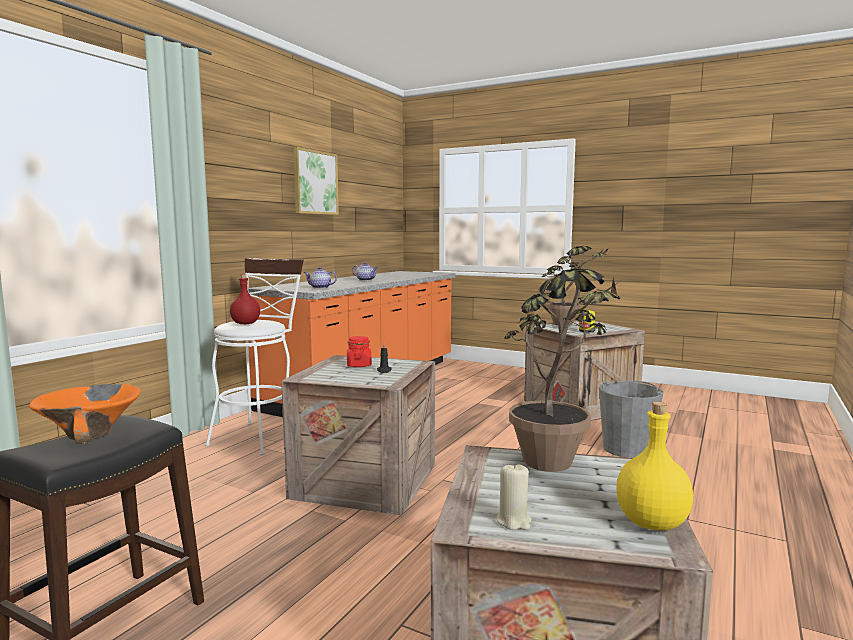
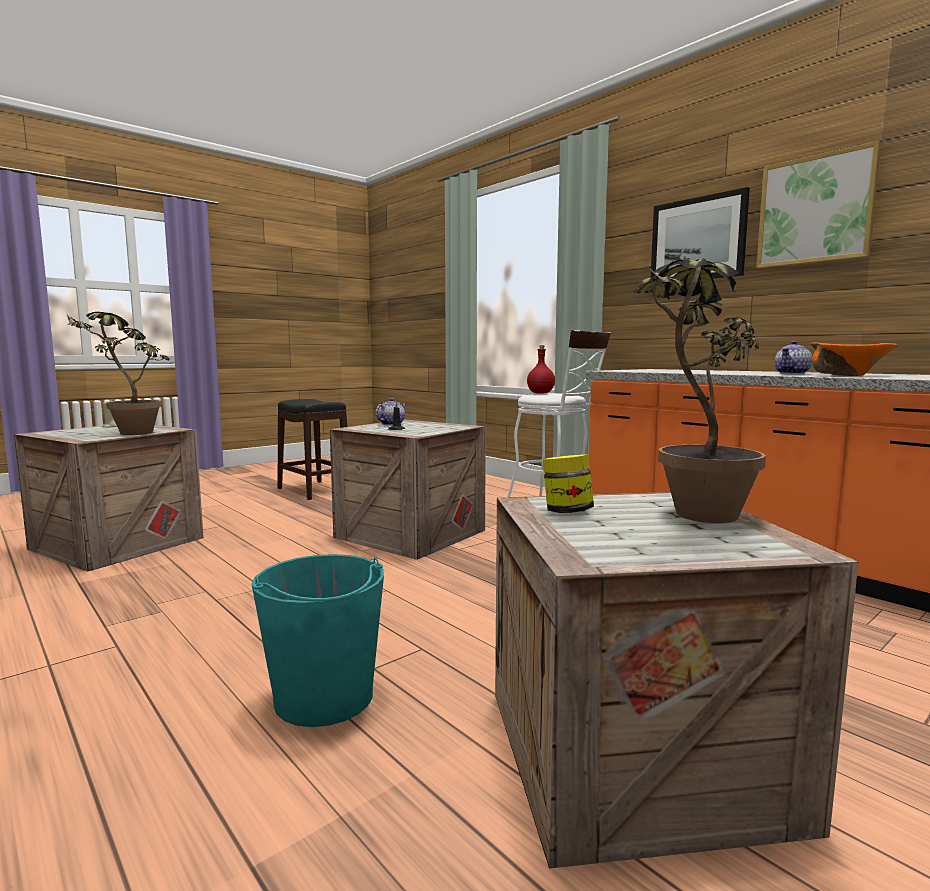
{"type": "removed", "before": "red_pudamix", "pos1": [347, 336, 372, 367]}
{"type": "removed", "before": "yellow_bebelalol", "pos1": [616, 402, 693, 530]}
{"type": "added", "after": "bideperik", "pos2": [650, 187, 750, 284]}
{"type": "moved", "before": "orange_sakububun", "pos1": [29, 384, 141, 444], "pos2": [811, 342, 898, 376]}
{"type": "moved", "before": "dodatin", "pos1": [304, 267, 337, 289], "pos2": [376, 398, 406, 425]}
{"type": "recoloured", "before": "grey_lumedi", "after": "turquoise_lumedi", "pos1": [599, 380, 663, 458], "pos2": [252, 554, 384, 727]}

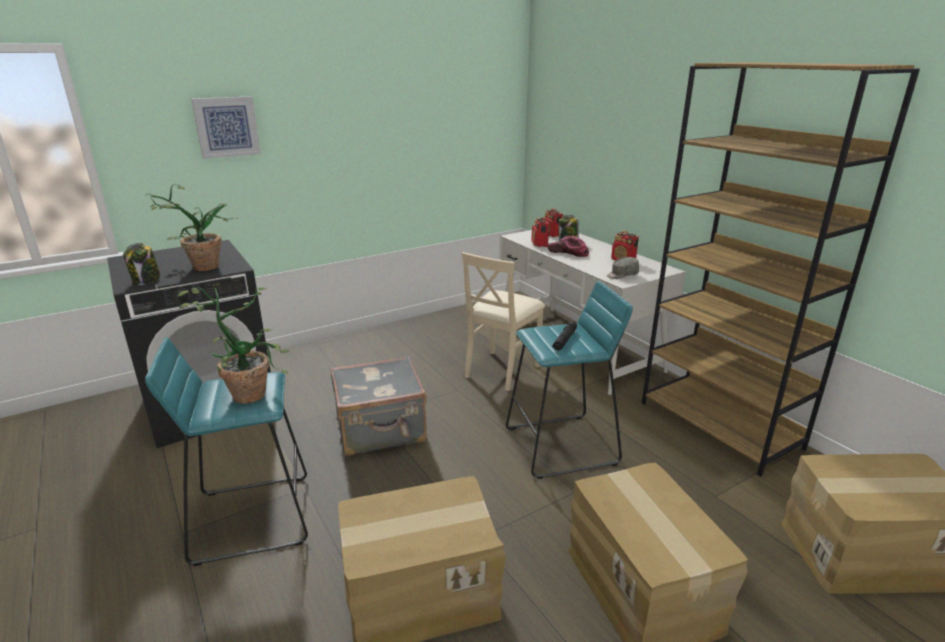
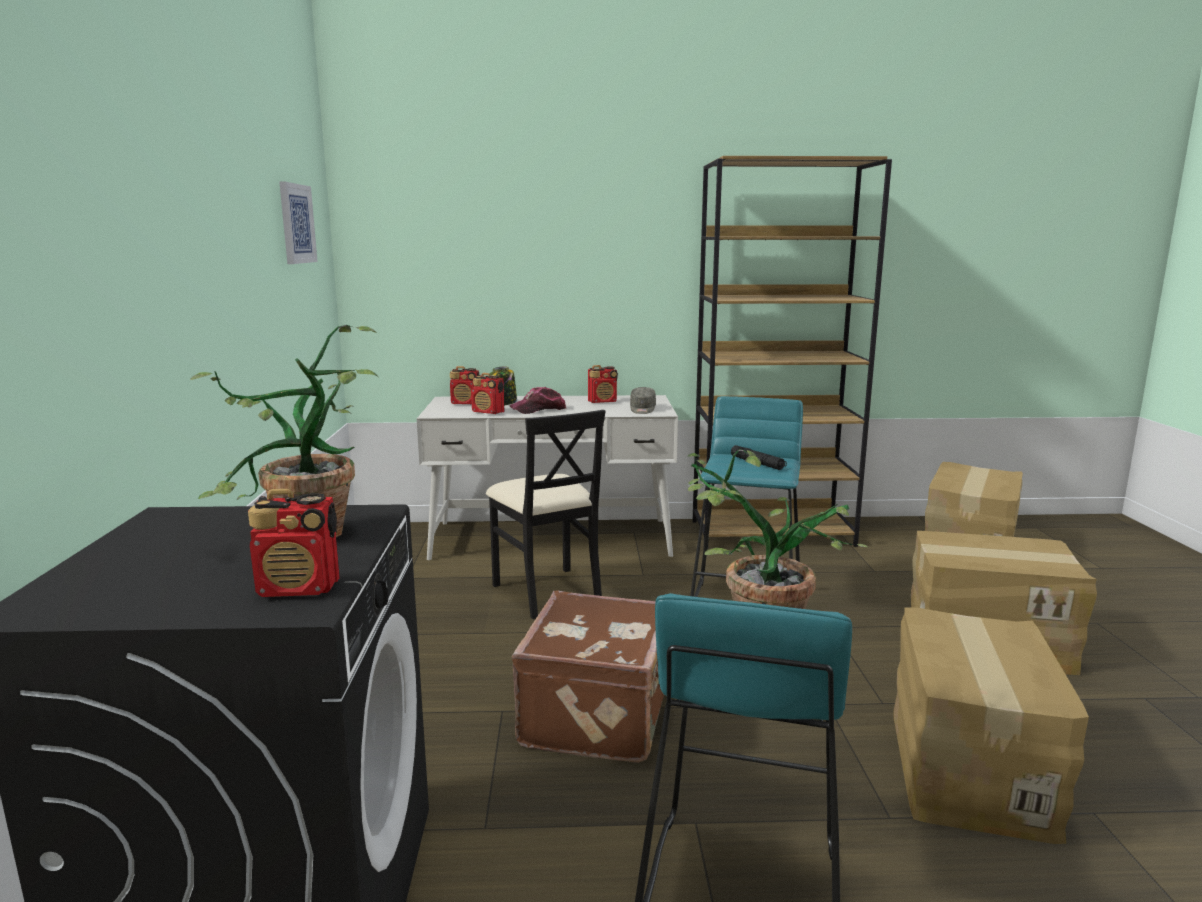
{"type": "moved", "before": "bideperik", "pos1": [191, 96, 261, 159], "pos2": [279, 182, 318, 264]}
{"type": "replaced", "before": "pudamix", "after": "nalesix", "pos1": [123, 243, 161, 285], "pos2": [248, 489, 340, 597]}
{"type": "recoloured", "before": "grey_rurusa", "after": "brown_rurusa", "pos1": [330, 356, 427, 456], "pos2": [512, 591, 664, 763]}
{"type": "recoloured", "before": "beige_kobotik", "after": "black_kobotik", "pos1": [462, 252, 545, 391], "pos2": [486, 410, 606, 619]}

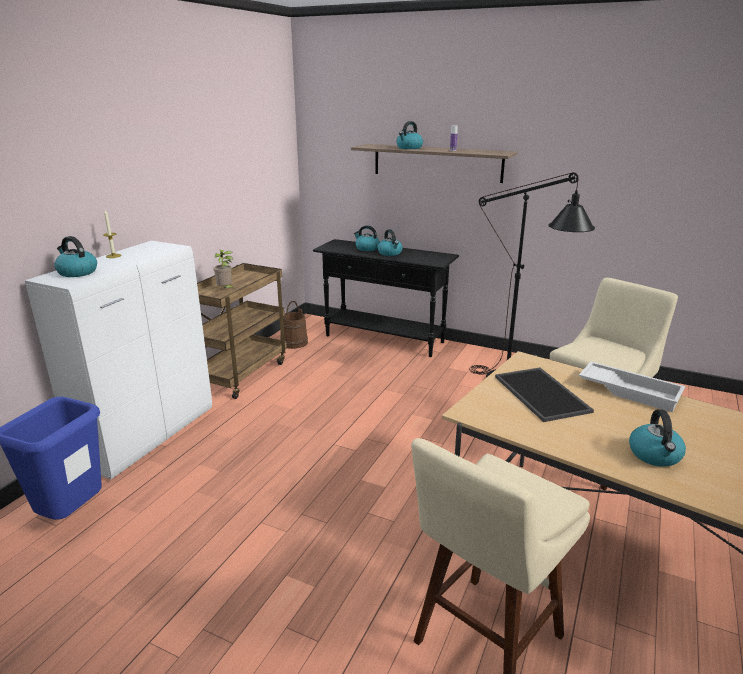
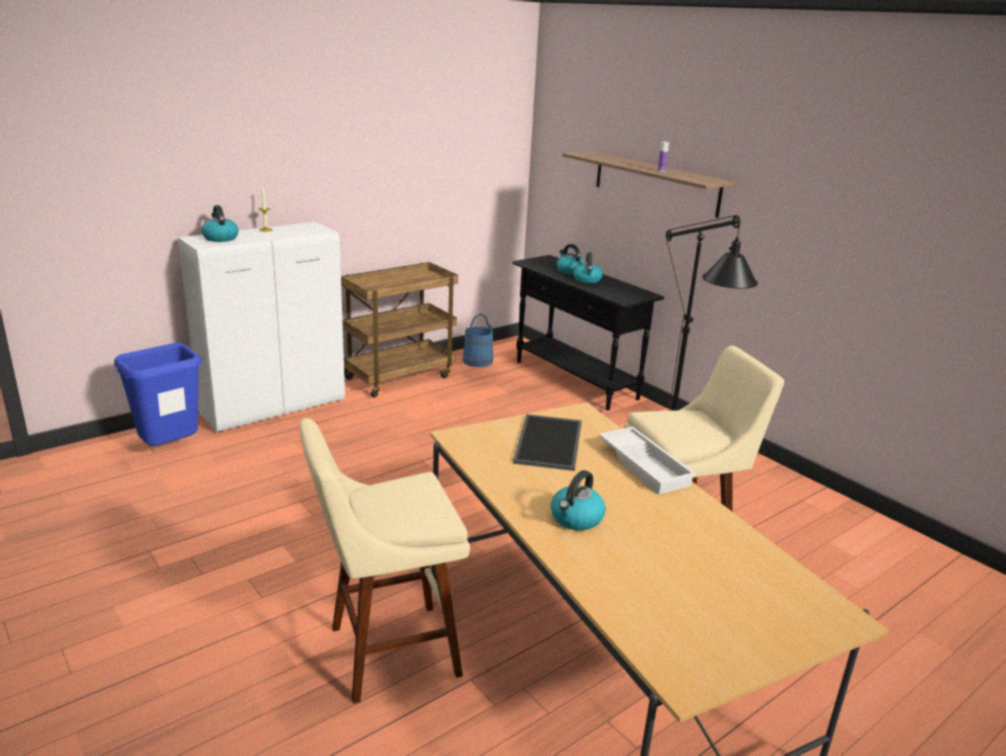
{"type": "removed", "before": "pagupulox", "pos1": [213, 250, 235, 289]}
{"type": "removed", "before": "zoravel", "pos1": [396, 121, 423, 149]}
{"type": "recoloured", "before": "brown_lumedi", "after": "blue_lumedi", "pos1": [280, 301, 308, 349], "pos2": [463, 314, 494, 367]}

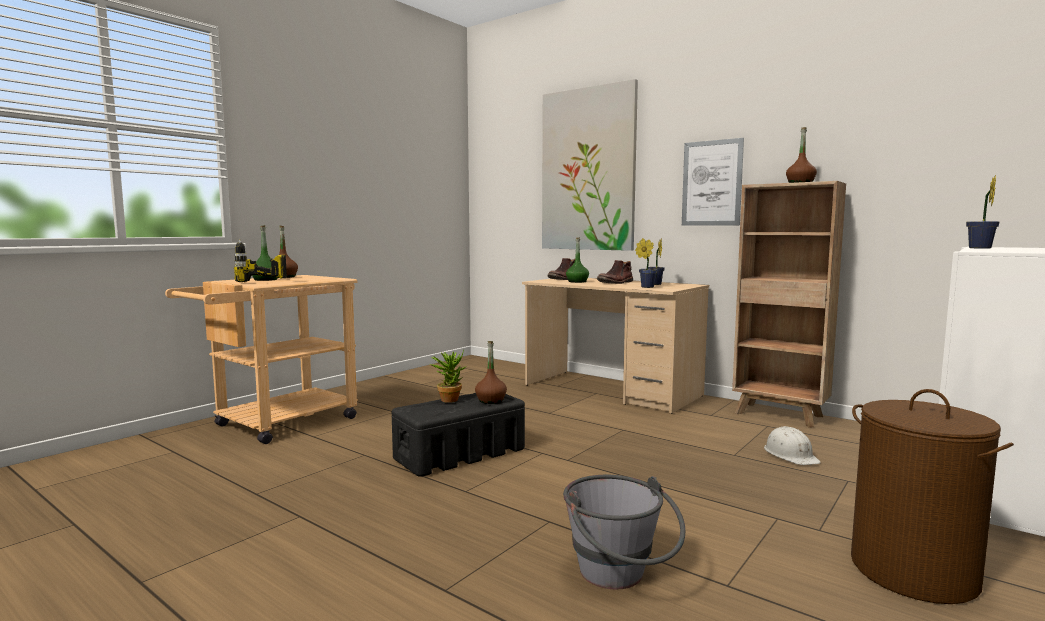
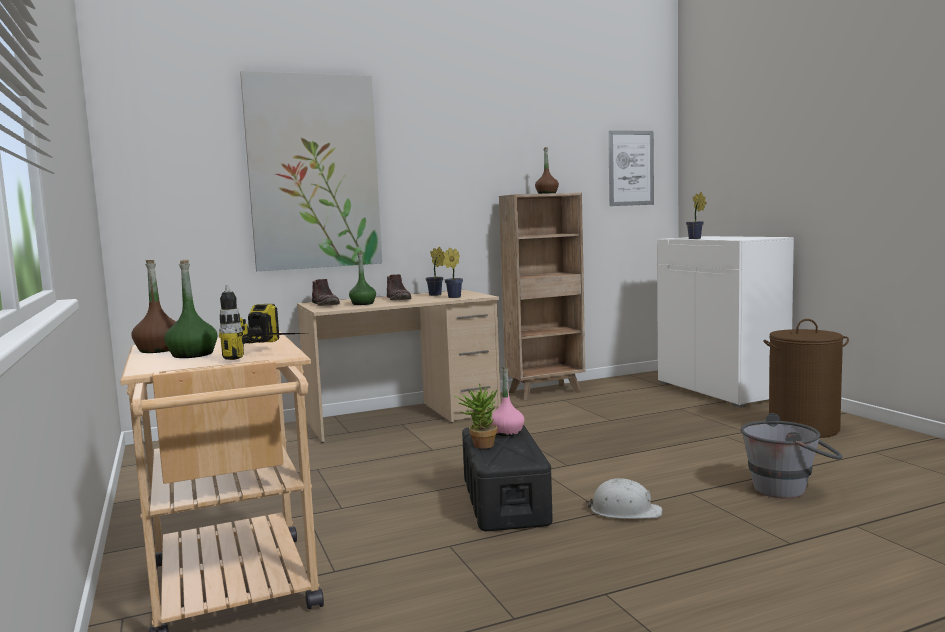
{"type": "moved", "before": "bideperik", "pos1": [682, 138, 744, 226], "pos2": [608, 130, 654, 206]}
{"type": "moved", "before": "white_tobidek", "pos1": [764, 426, 821, 465], "pos2": [585, 478, 662, 519]}
{"type": "recoloured", "before": "brown_bebelalol", "after": "pink_bebelalol", "pos1": [475, 341, 507, 404], "pos2": [491, 366, 524, 436]}

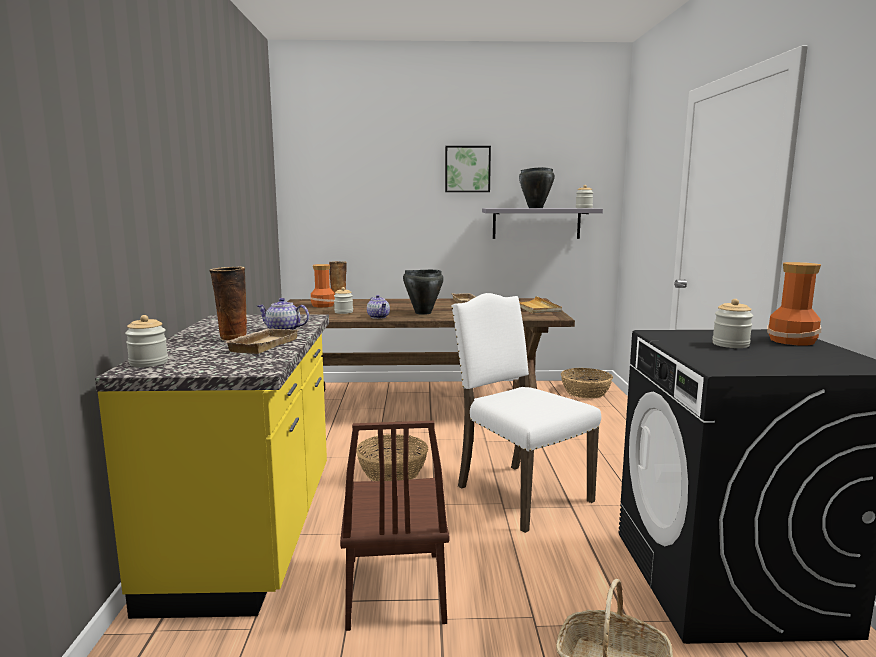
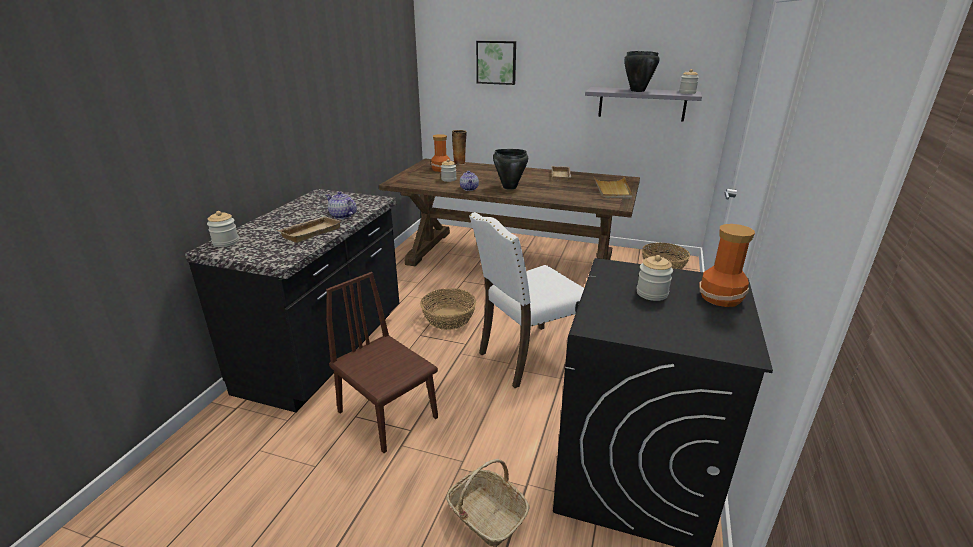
{"type": "removed", "before": "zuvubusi", "pos1": [209, 267, 247, 341]}
{"type": "moved", "before": "bideperik", "pos1": [445, 146, 491, 192], "pos2": [476, 41, 516, 85]}
{"type": "recoloured", "before": "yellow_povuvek", "after": "black_povuvek", "pos1": [95, 314, 329, 619], "pos2": [185, 189, 399, 412]}
{"type": "turned", "before": "brown_kobotik", "pos1": [340, 421, 449, 631], "pos2": [326, 272, 438, 453], "turn": 120}
{"type": "turned", "before": "white_kobotik", "pos1": [451, 293, 601, 533], "pos2": [469, 212, 584, 388], "turn": -105}

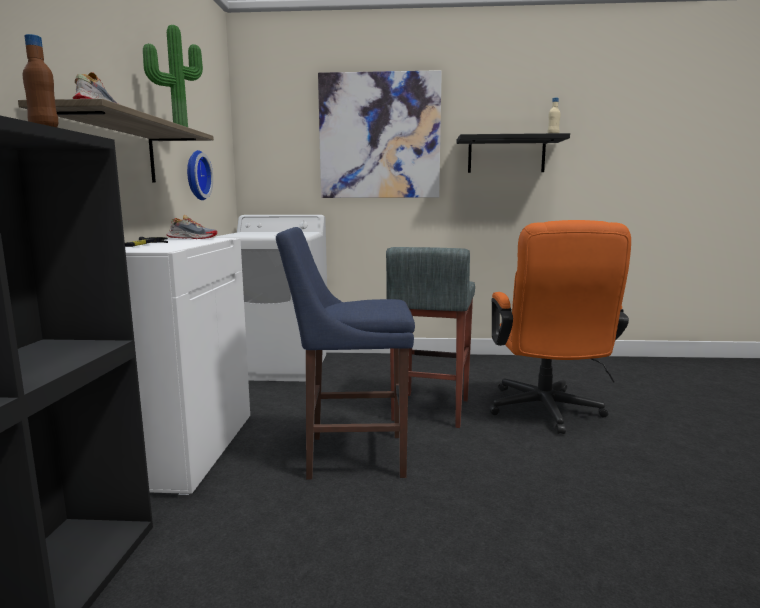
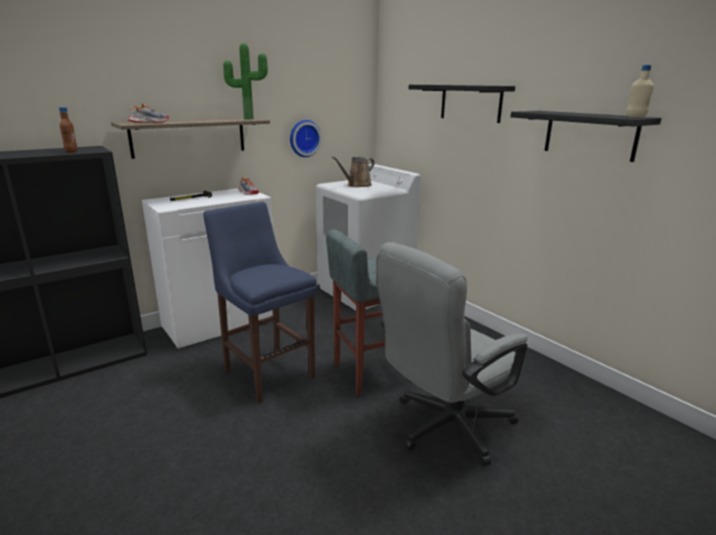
{"type": "added", "after": "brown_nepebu", "pos2": [332, 156, 374, 187]}
{"type": "replaced", "before": "bideperik", "after": "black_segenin", "pos1": [318, 70, 442, 198], "pos2": [409, 85, 515, 123]}
{"type": "recoloured", "before": "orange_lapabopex", "after": "grey_lapabopex", "pos1": [489, 220, 631, 434], "pos2": [377, 242, 528, 466]}

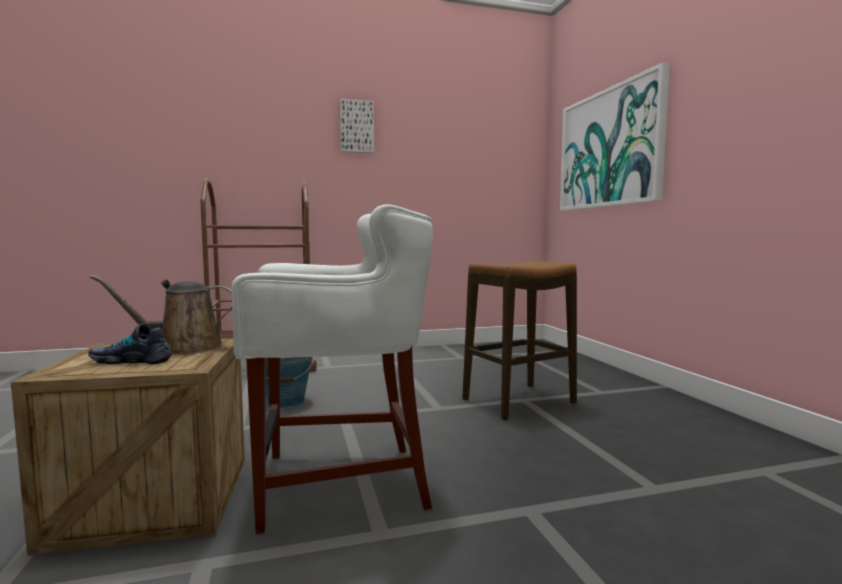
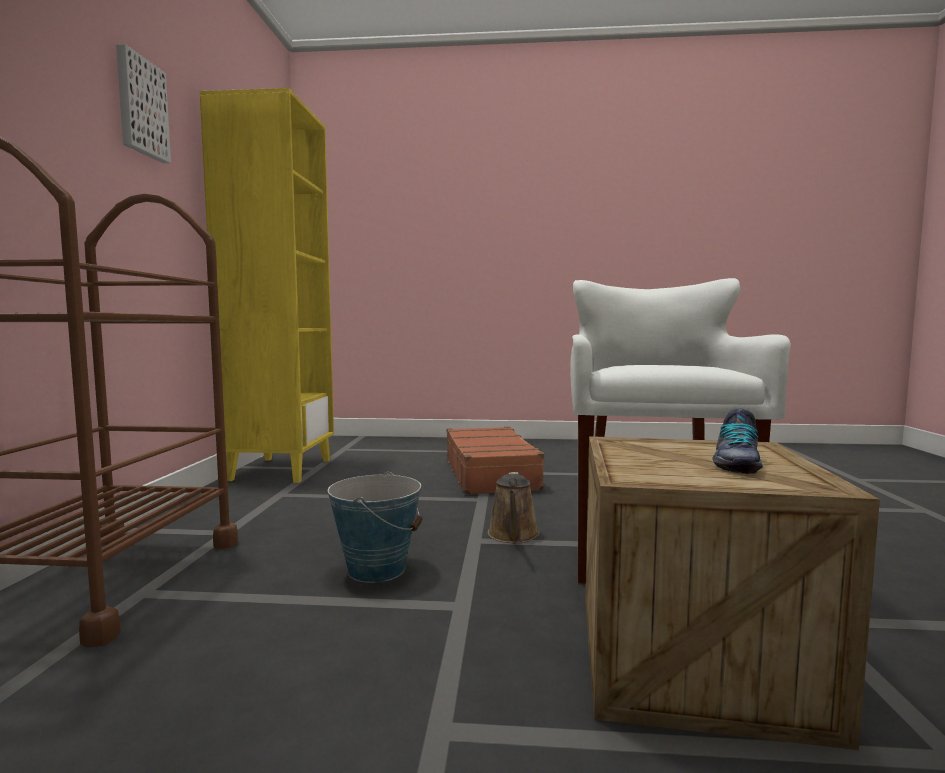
{"type": "removed", "before": "bideperik", "pos1": [560, 62, 670, 211]}
{"type": "added", "after": "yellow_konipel", "pos2": [200, 88, 334, 483]}
{"type": "moved", "before": "brown_nepebu", "pos1": [90, 275, 232, 355], "pos2": [488, 472, 540, 543]}
{"type": "replaced", "before": "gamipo", "after": "brown_rurusa", "pos1": [462, 262, 577, 420], "pos2": [447, 426, 546, 495]}

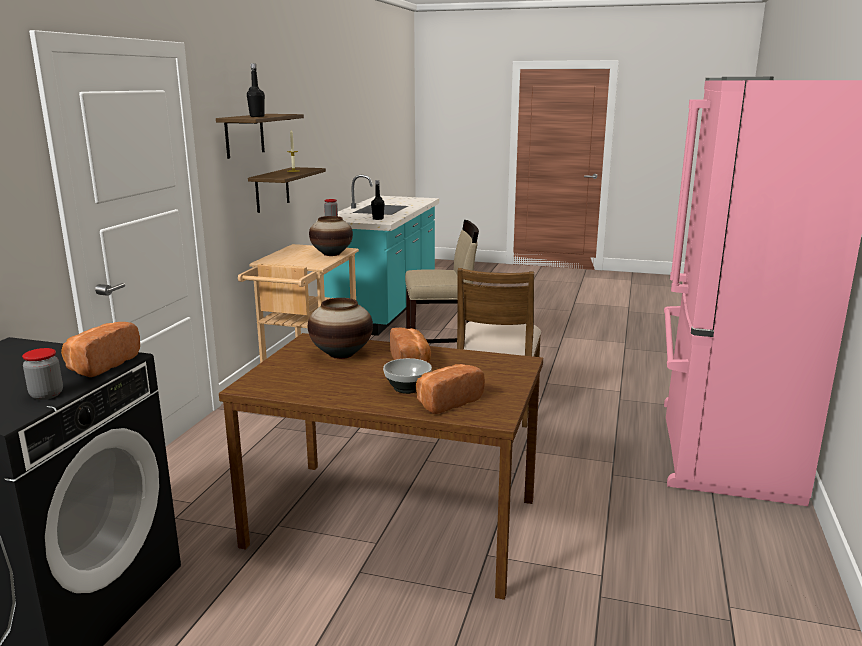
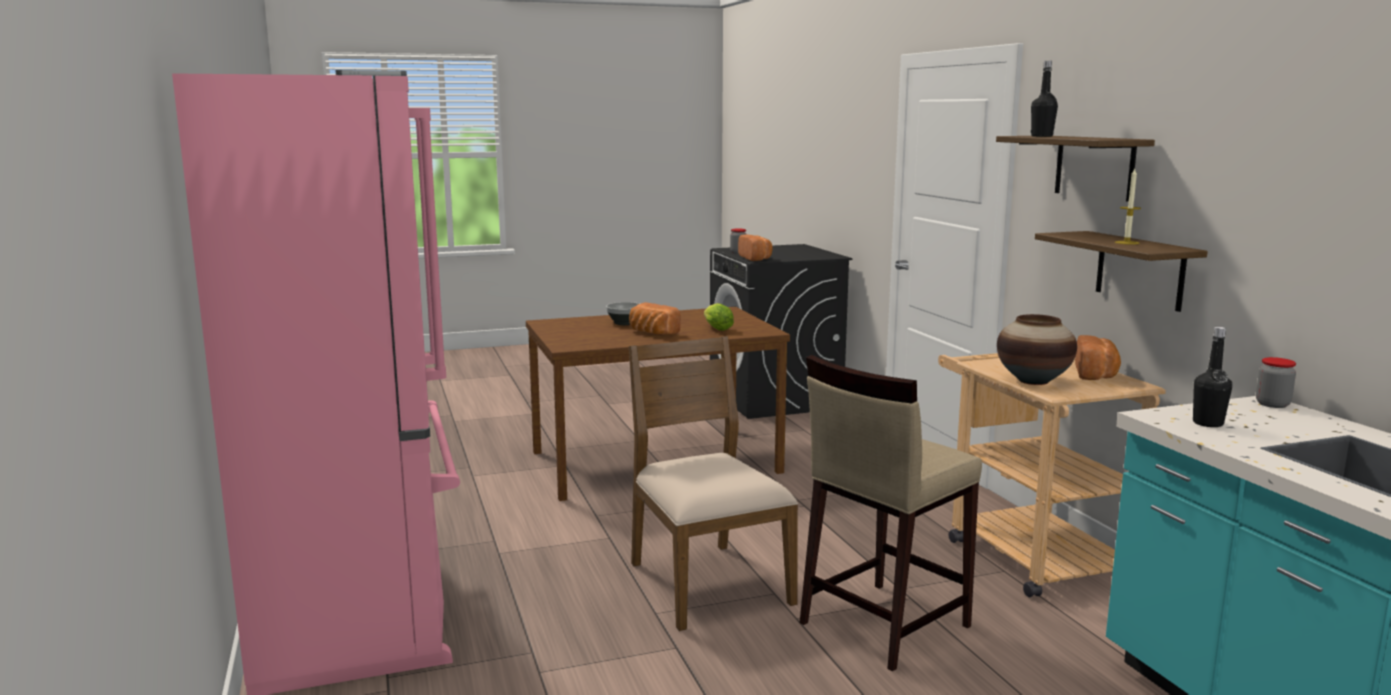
{"type": "moved", "before": "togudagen", "pos1": [416, 364, 485, 414], "pos2": [1075, 335, 1121, 380]}
{"type": "replaced", "before": "zuvubusi", "after": "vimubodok", "pos1": [308, 298, 373, 359], "pos2": [704, 303, 734, 331]}

